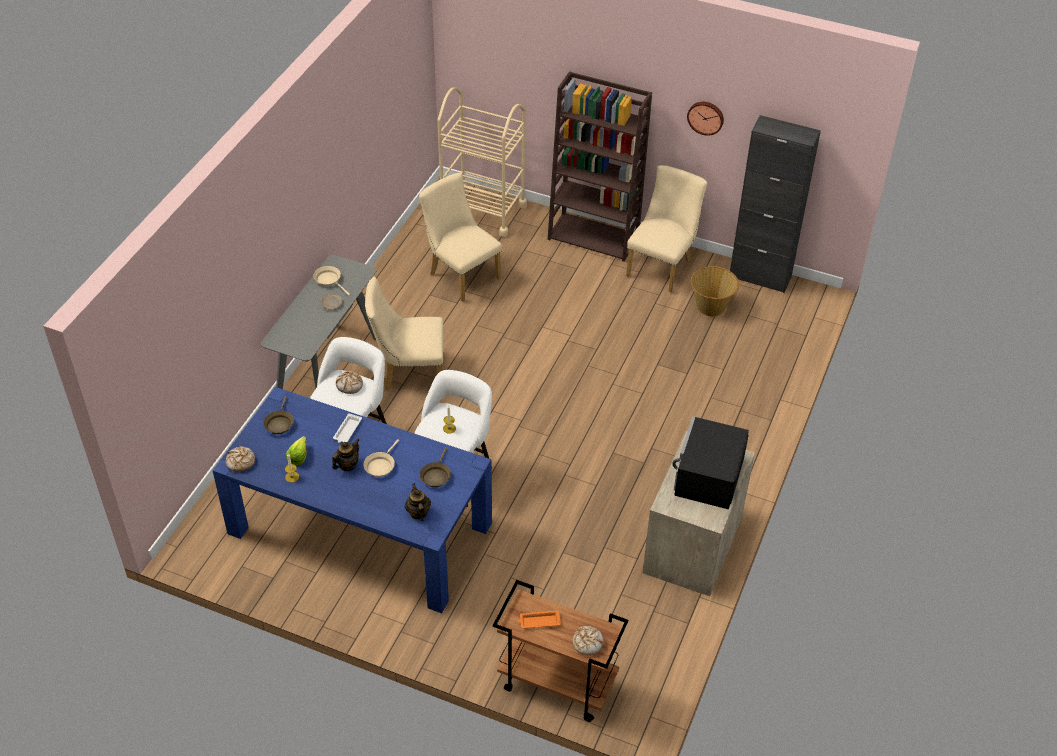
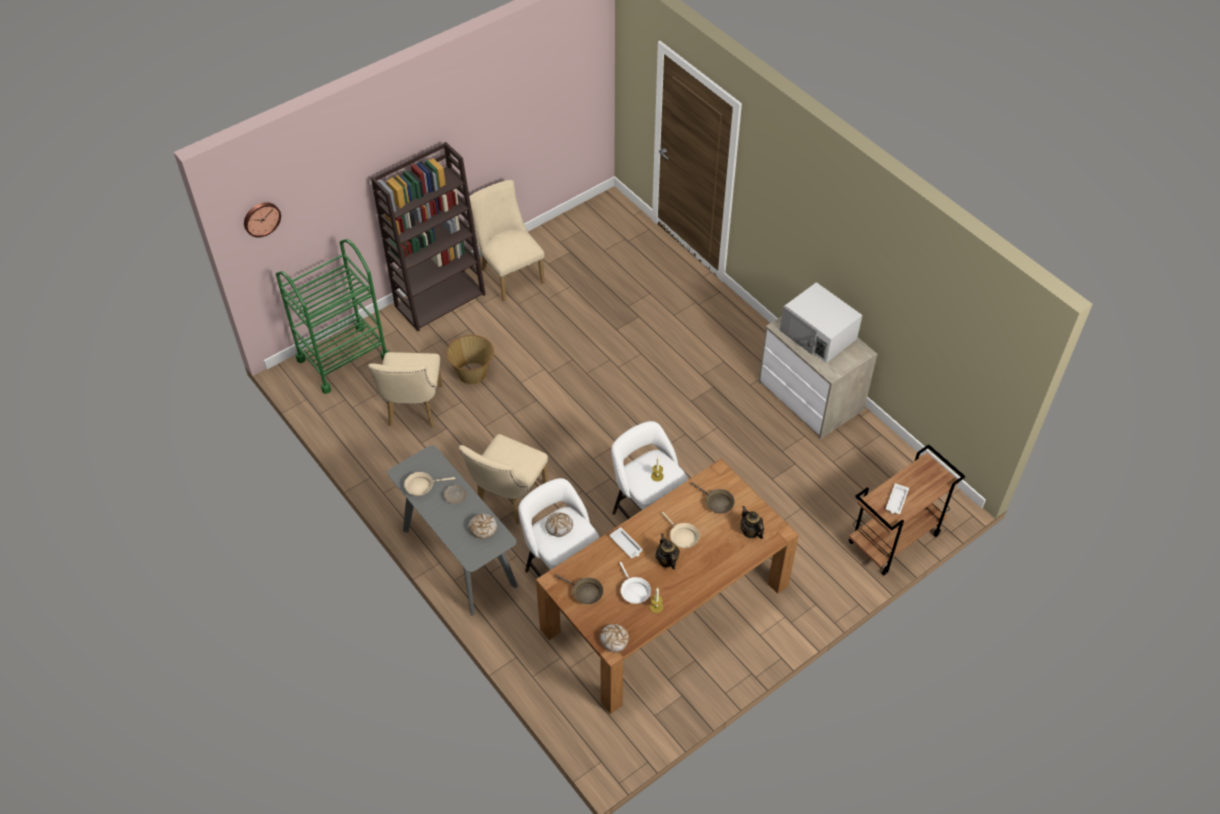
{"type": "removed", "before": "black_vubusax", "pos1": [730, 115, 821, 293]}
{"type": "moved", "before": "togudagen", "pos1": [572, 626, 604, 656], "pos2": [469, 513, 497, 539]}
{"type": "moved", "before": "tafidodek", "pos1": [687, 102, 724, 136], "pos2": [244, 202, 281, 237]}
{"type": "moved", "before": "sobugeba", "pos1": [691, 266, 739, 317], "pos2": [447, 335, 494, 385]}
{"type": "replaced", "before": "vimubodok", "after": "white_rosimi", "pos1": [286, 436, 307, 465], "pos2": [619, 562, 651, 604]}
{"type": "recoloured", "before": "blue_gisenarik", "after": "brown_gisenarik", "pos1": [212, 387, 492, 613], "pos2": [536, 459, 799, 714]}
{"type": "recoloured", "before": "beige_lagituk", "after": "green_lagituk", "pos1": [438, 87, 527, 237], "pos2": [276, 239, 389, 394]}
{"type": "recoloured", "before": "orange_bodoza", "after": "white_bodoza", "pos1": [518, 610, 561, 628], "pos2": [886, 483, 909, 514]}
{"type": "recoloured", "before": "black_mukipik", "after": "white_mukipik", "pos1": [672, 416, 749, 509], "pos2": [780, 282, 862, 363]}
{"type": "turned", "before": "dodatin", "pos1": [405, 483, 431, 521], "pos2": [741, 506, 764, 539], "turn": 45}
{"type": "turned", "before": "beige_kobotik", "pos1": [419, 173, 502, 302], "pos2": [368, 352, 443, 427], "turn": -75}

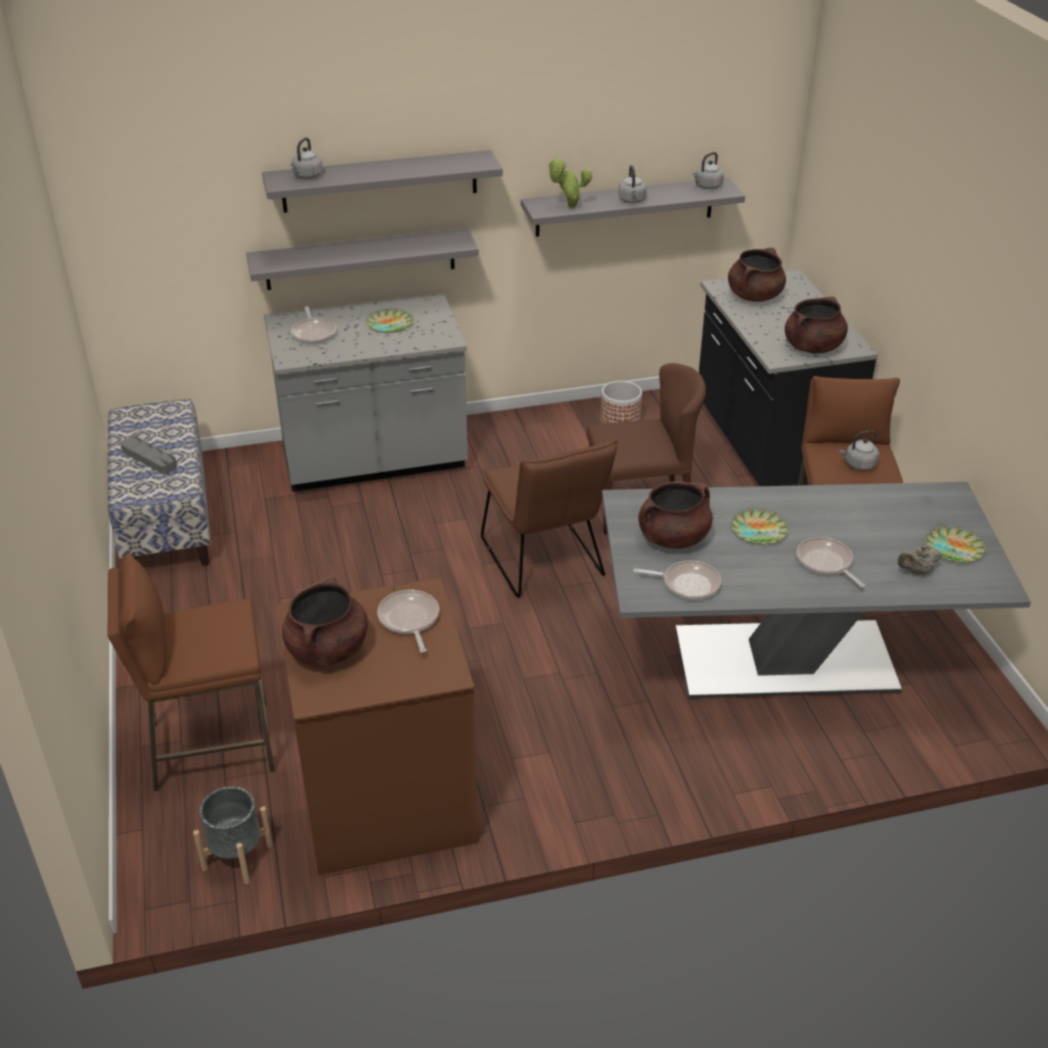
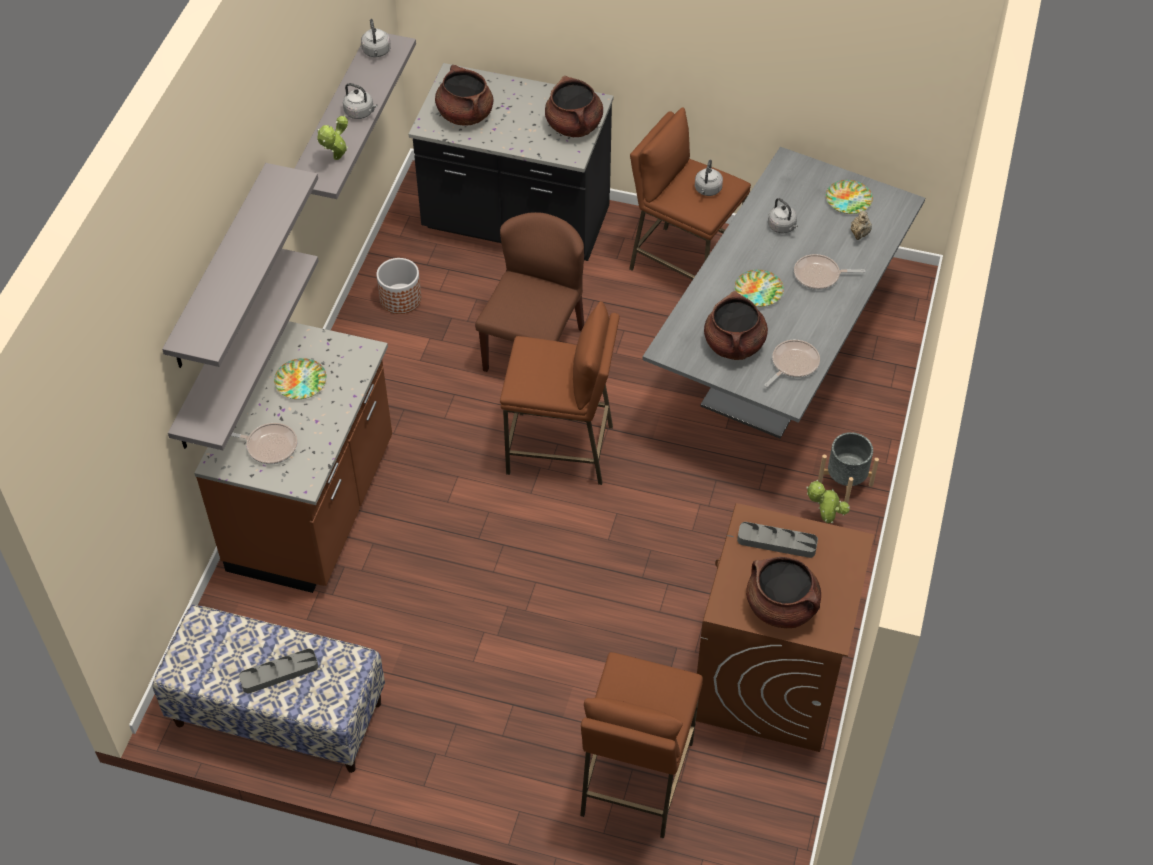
{"type": "added", "after": "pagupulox", "pos2": [806, 480, 850, 523]}
{"type": "moved", "before": "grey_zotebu", "pos1": [193, 786, 273, 884], "pos2": [818, 432, 879, 503]}
{"type": "moved", "before": "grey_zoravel", "pos1": [291, 137, 323, 179], "pos2": [768, 198, 798, 233]}
{"type": "replaced", "before": "rosimi", "after": "grey_bodoza", "pos1": [377, 590, 439, 653], "pos2": [737, 522, 818, 558]}
{"type": "replaced", "before": "brown_kobotik", "after": "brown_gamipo", "pos1": [481, 440, 617, 598], "pos2": [500, 301, 620, 485]}
{"type": "recoloured", "before": "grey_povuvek", "after": "brown_povuvek", "pos1": [264, 294, 468, 492], "pos2": [194, 321, 392, 593]}

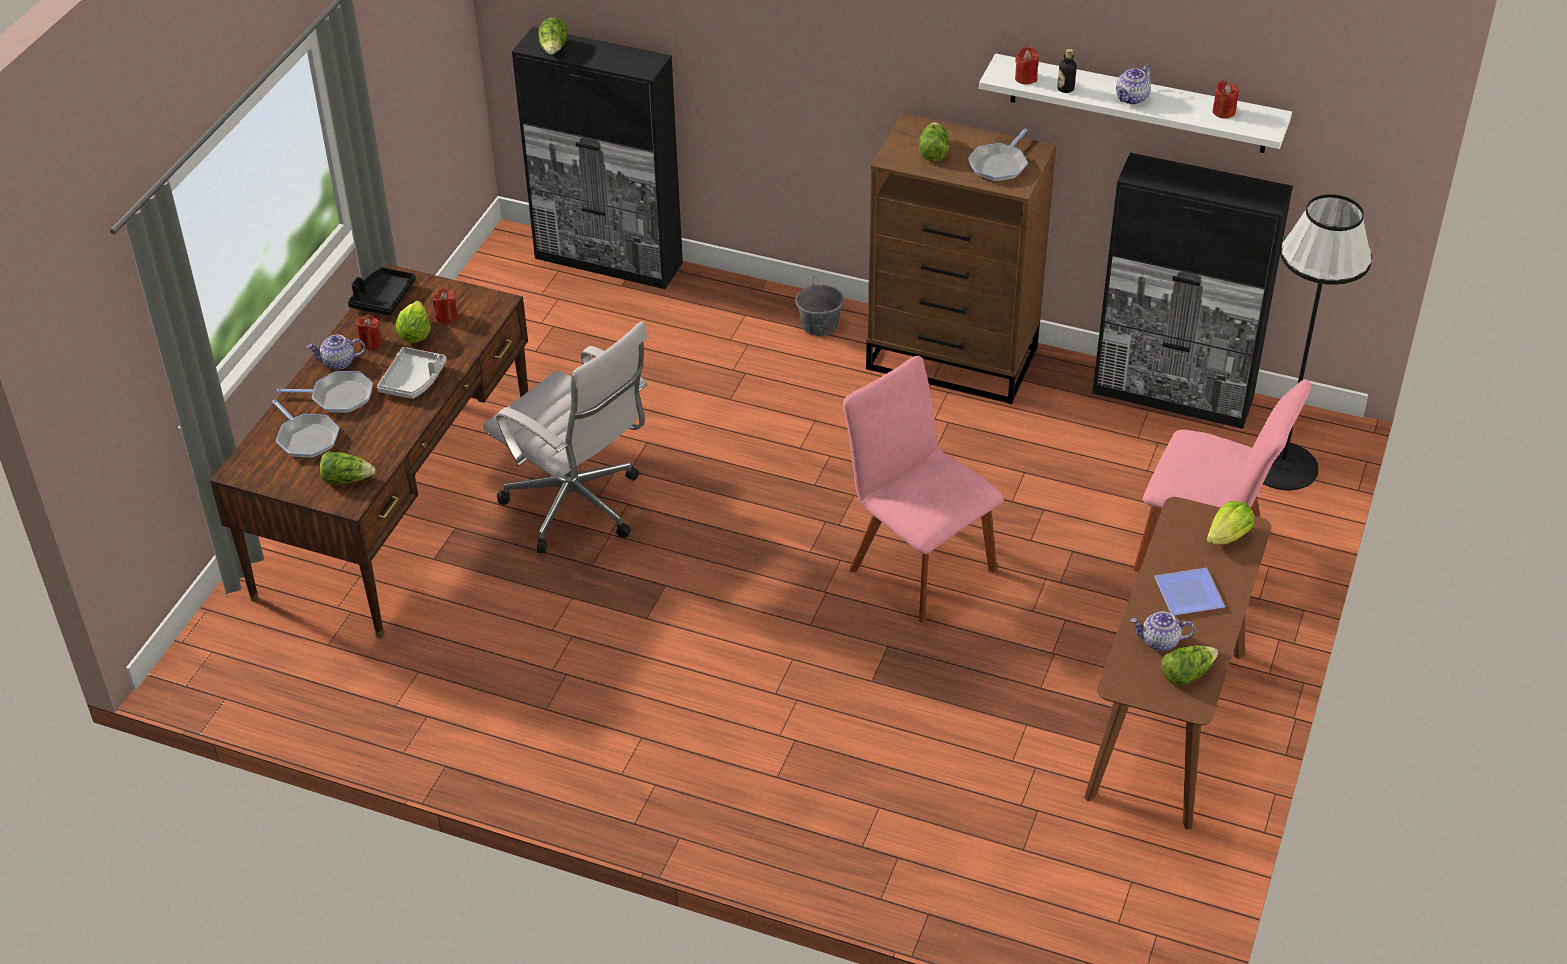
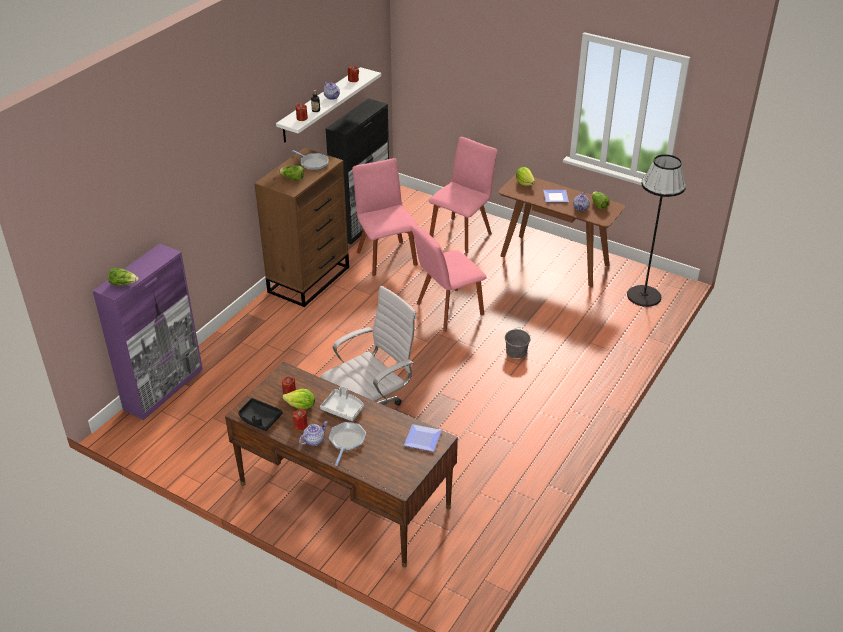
{"type": "removed", "before": "rosimi", "pos1": [272, 400, 339, 458]}
{"type": "added", "after": "pink_kobotik", "pos2": [352, 158, 418, 276]}
{"type": "moved", "before": "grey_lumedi", "pos1": [795, 276, 844, 336], "pos2": [505, 328, 530, 359]}
{"type": "moved", "before": "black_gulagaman", "pos1": [1263, 194, 1372, 490], "pos2": [627, 154, 686, 307]}
{"type": "replaced", "before": "vimubodok", "after": "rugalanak", "pos1": [320, 451, 375, 484], "pos2": [404, 424, 442, 452]}
{"type": "recoloured", "before": "black_vubusax", "after": "purple_vubusax", "pos1": [512, 27, 683, 289], "pos2": [93, 243, 203, 420]}
{"type": "turned", "before": "dodatin", "pos1": [307, 335, 365, 370], "pos2": [299, 421, 328, 446], "turn": -135}

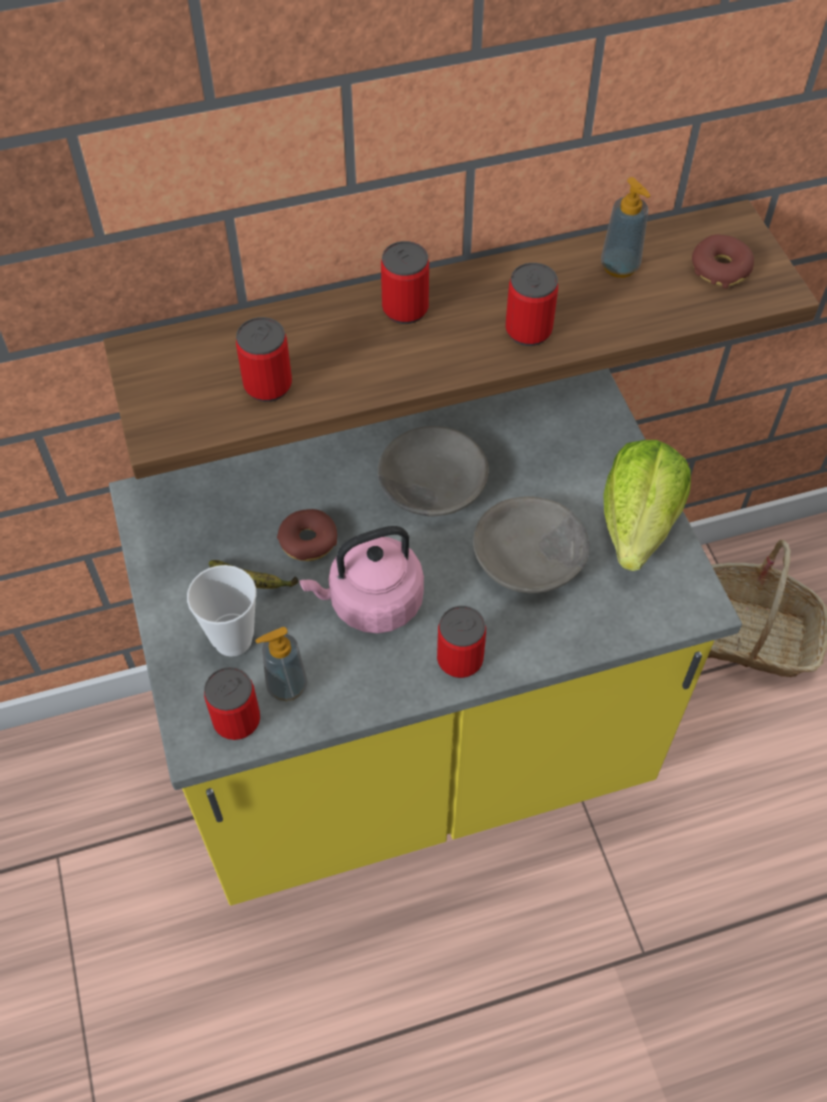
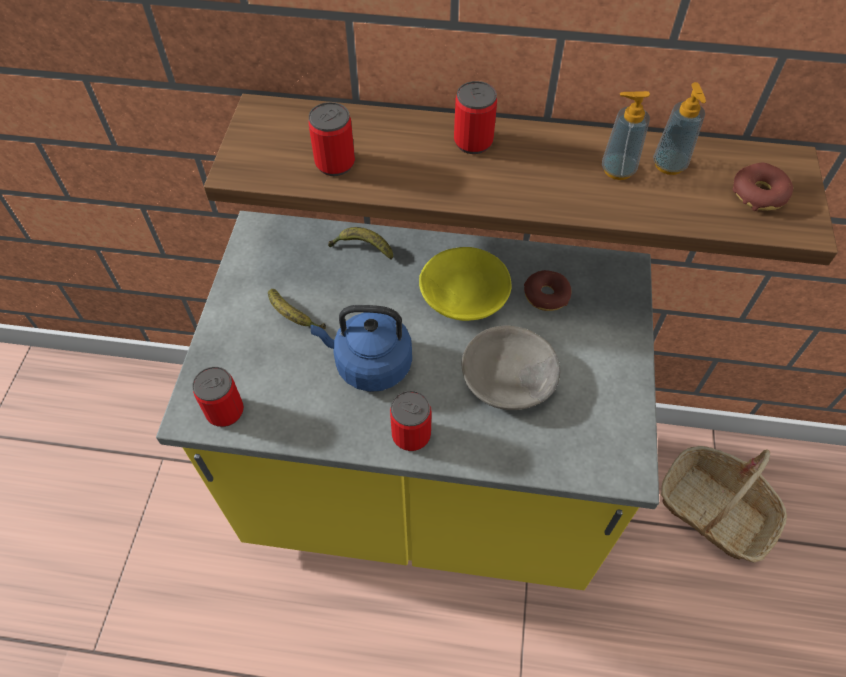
{"type": "removed", "before": "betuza", "pos1": [187, 565, 256, 657]}
{"type": "removed", "before": "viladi", "pos1": [506, 263, 558, 346]}
{"type": "removed", "before": "vimubodok", "pos1": [603, 440, 691, 571]}
{"type": "added", "after": "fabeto", "pos2": [328, 227, 393, 260]}
{"type": "moved", "before": "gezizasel", "pos1": [255, 627, 307, 701], "pos2": [602, 91, 650, 180]}
{"type": "moved", "before": "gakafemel", "pos1": [277, 509, 337, 561], "pos2": [524, 270, 572, 311]}
{"type": "recoloured", "before": "pink_zoravel", "after": "blue_zoravel", "pos1": [299, 526, 424, 634], "pos2": [310, 305, 412, 392]}
{"type": "recoloured", "before": "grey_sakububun", "after": "yellow_sakububun", "pos1": [378, 426, 489, 517], "pos2": [419, 247, 511, 321]}

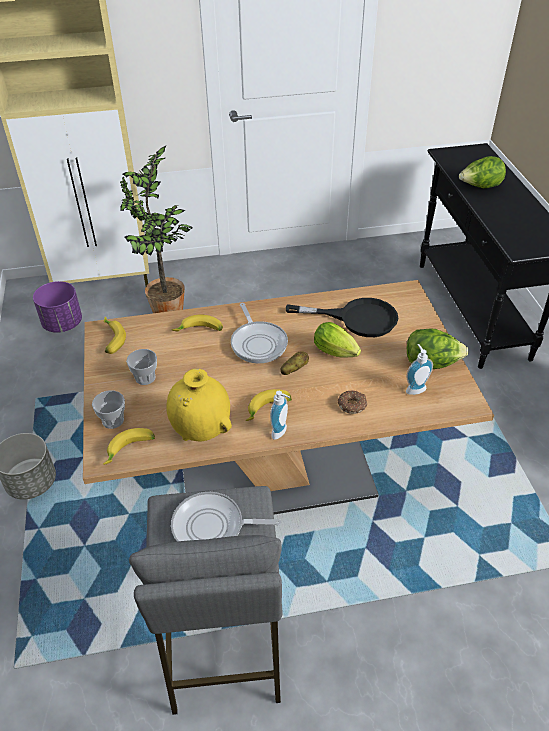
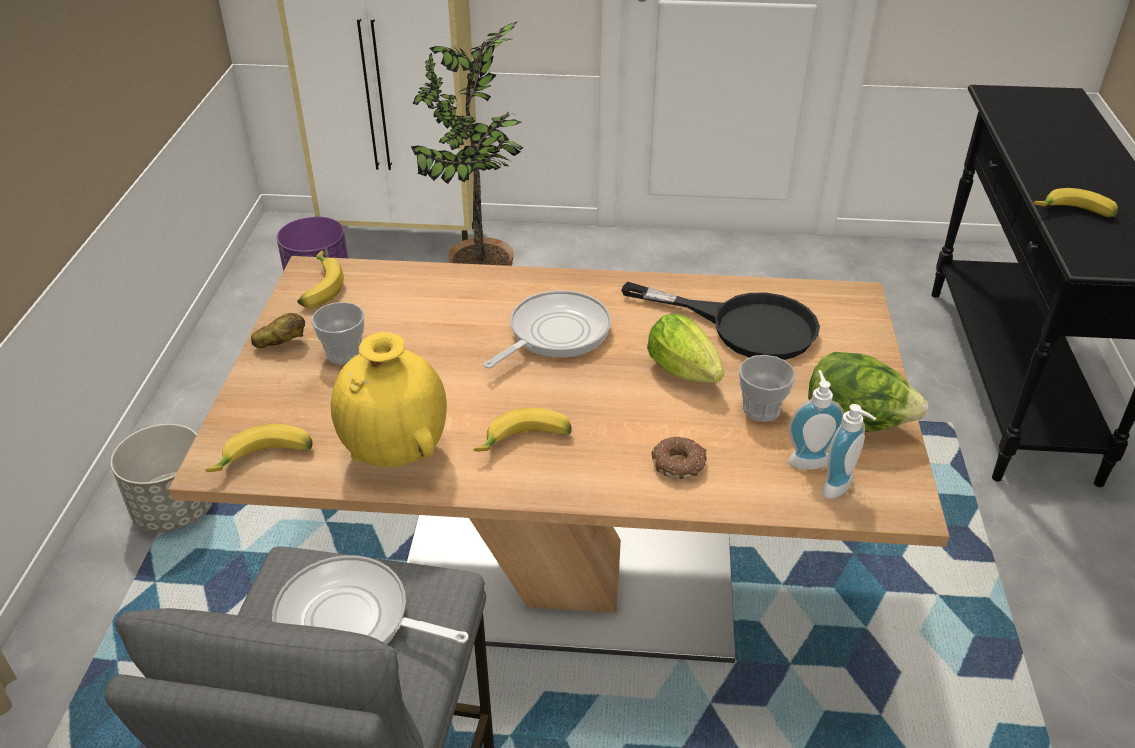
{"type": "removed", "before": "vimubodok", "pos1": [459, 156, 506, 188]}
{"type": "moved", "before": "betuza", "pos1": [92, 390, 125, 429], "pos2": [739, 355, 796, 422]}
{"type": "moved", "before": "fabeto", "pos1": [172, 315, 223, 331], "pos2": [1034, 188, 1118, 217]}
{"type": "moved", "before": "gezizasel", "pos1": [270, 391, 290, 440], "pos2": [822, 404, 876, 498]}
{"type": "moved", "before": "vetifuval", "pos1": [280, 351, 309, 375], "pos2": [251, 313, 305, 348]}
{"type": "turned", "before": "rosimi", "pos1": [231, 303, 288, 363], "pos2": [483, 290, 611, 369], "turn": -135}

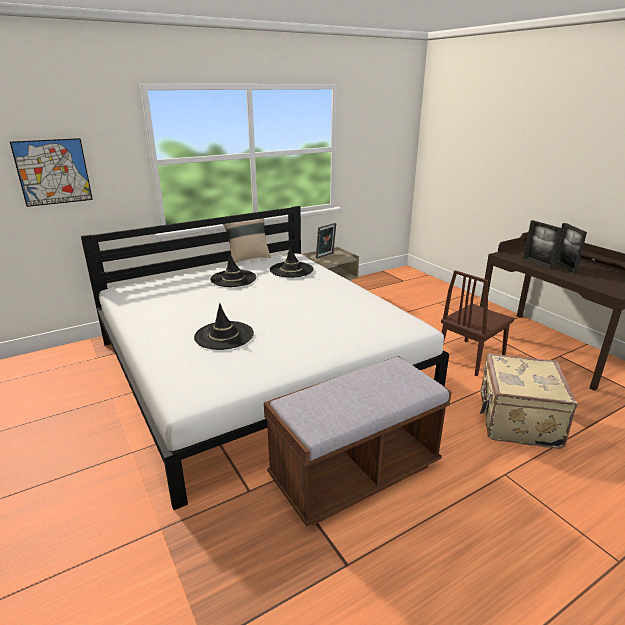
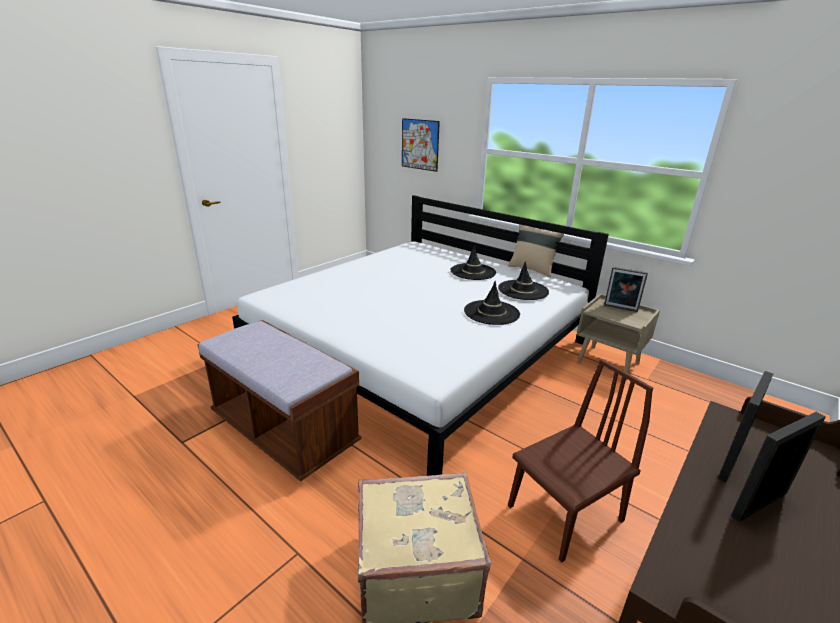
{"type": "moved", "before": "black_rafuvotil", "pos1": [194, 303, 254, 350], "pos2": [464, 281, 520, 325]}
{"type": "turned", "before": "brown_kobotik", "pos1": [441, 270, 514, 377], "pos2": [508, 359, 653, 563], "turn": 120}

